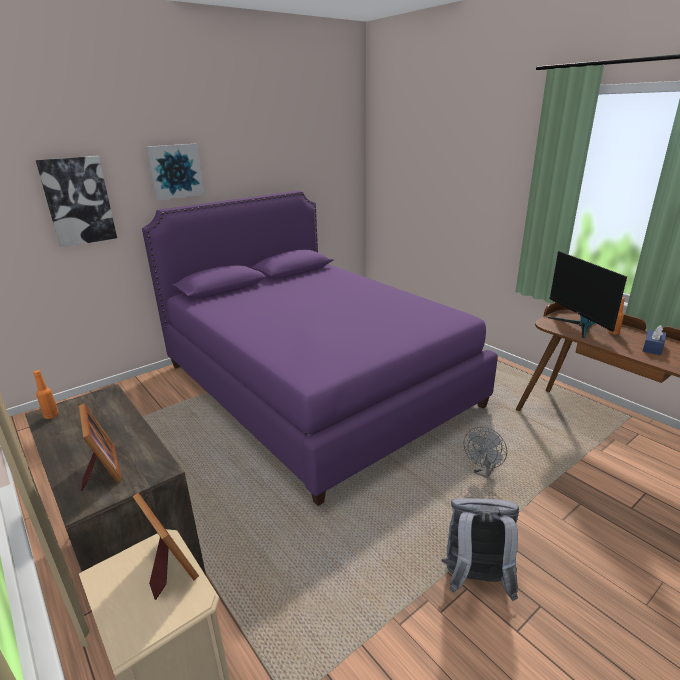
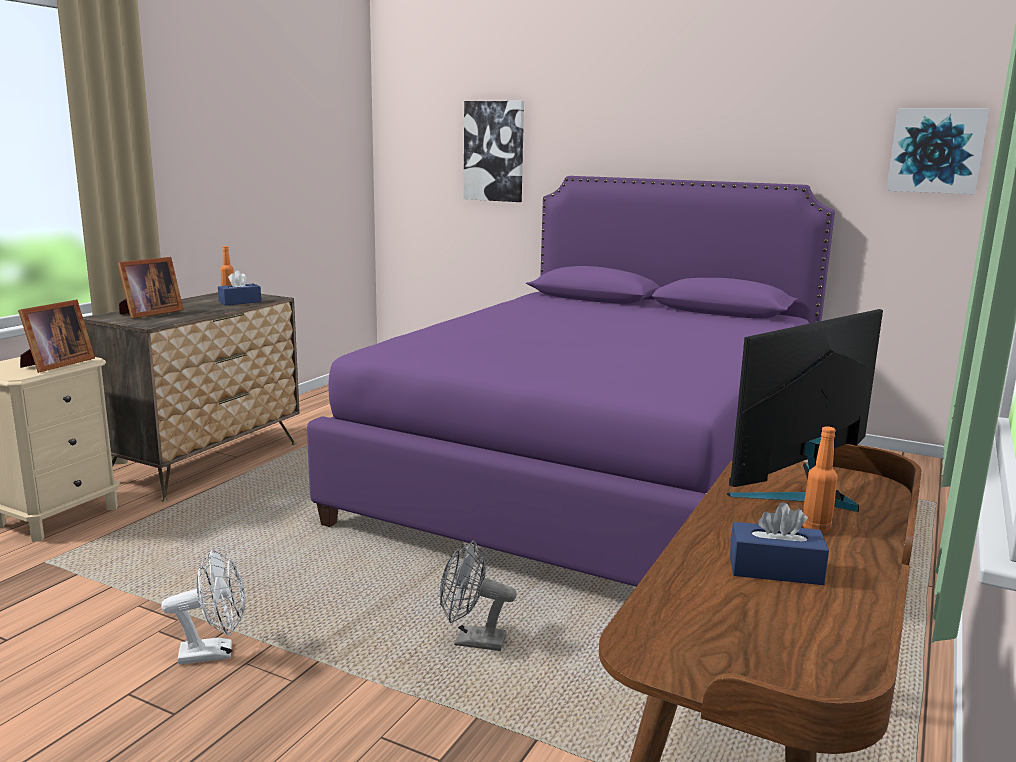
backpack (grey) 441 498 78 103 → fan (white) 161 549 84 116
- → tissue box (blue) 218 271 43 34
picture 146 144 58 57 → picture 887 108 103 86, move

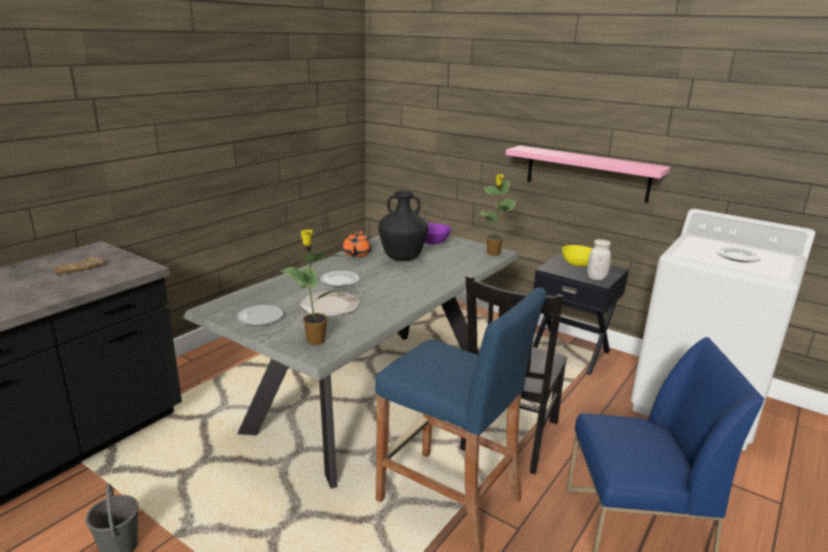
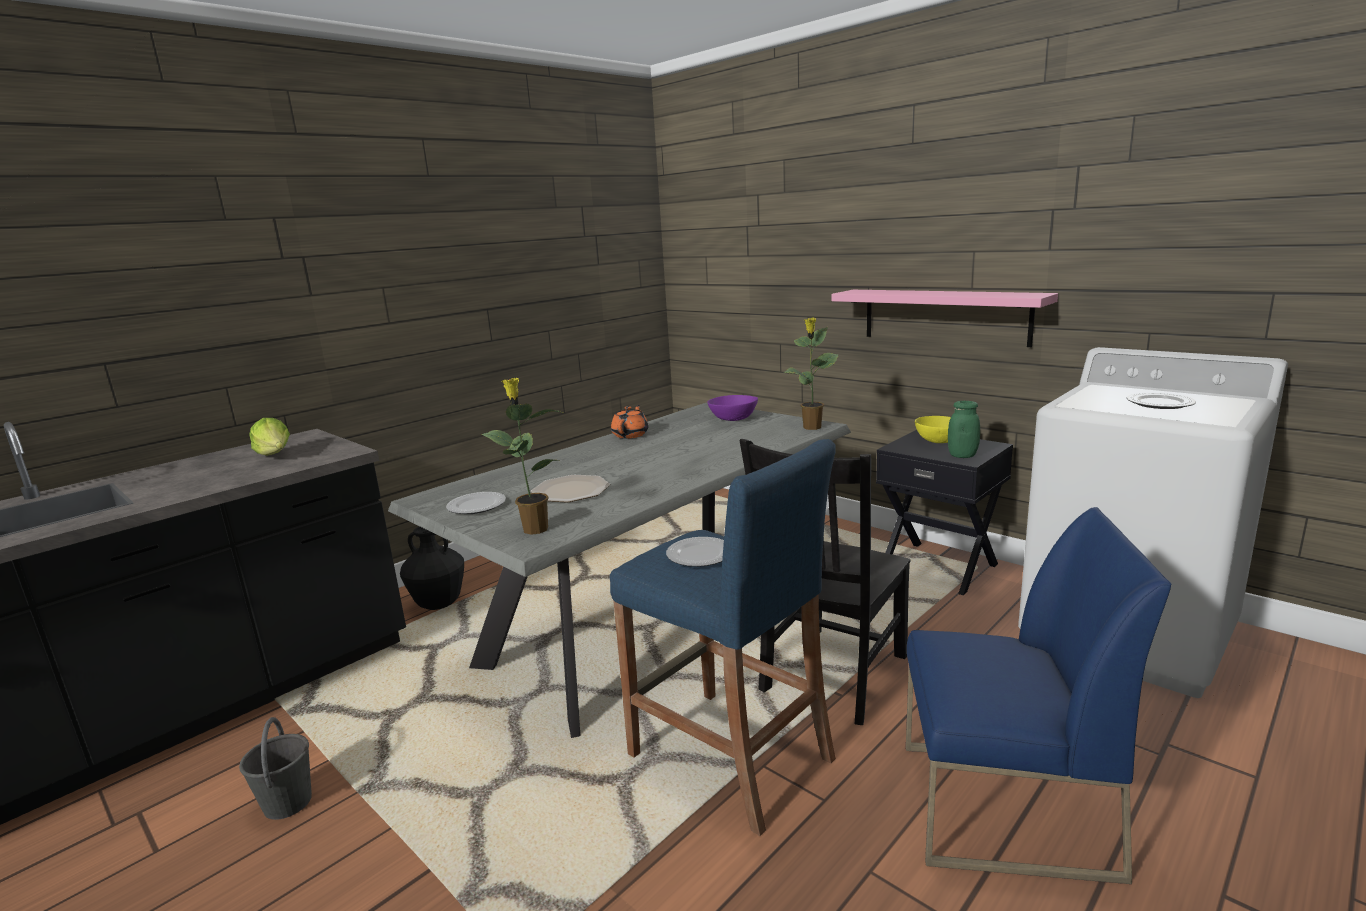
bread 53 257 52 17 → lettuce 249 418 41 38
vase (black) 378 191 50 70 → vase (black) 400 526 64 84, move
plate 320 271 39 16 → plate 666 537 58 30, move
jar (white) 587 239 24 41 → jar (green) 948 401 32 57

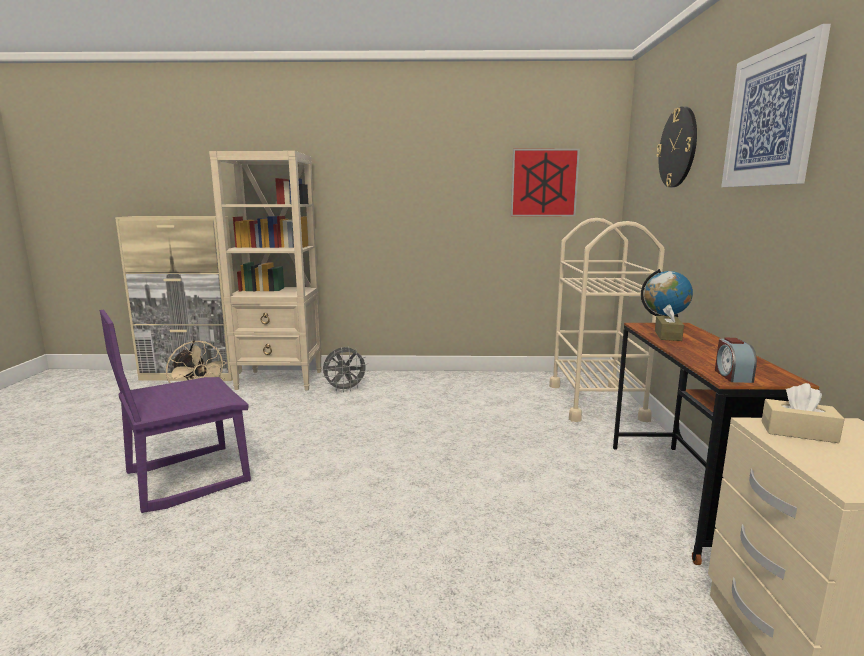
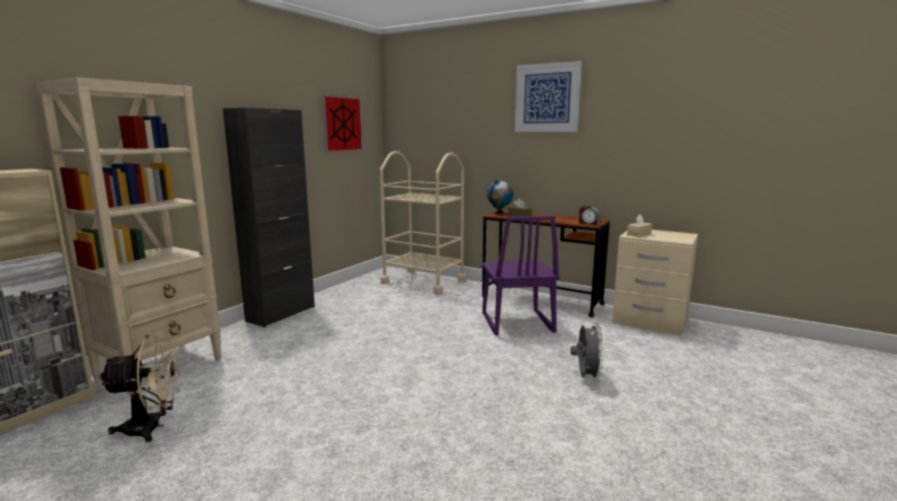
- → cabinet (black) 223 108 92 219
chair (purple) 100 310 151 203 → chair (purple) 482 216 78 120, move
fan (grey) 322 347 47 46 → fan (grey) 571 322 33 59, move
wall clock 656 106 41 81 → -

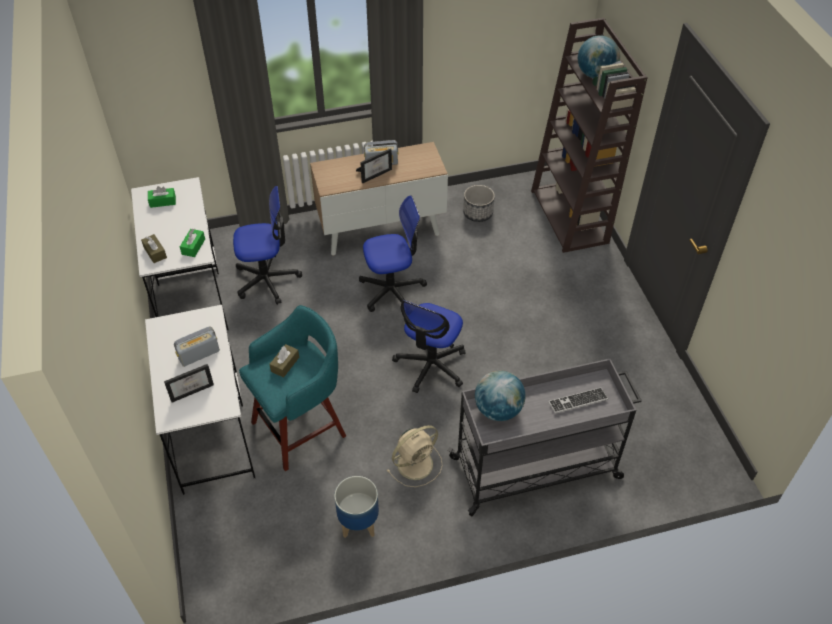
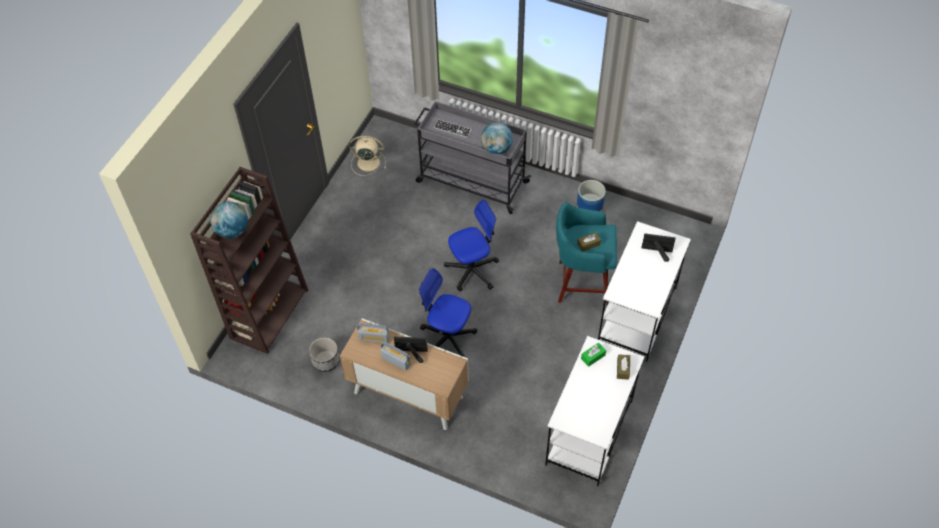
fan (beige) 387 425 56 62 → fan (beige) 349 136 37 40, move
radio 174 327 46 40 → radio 357 323 33 20, move
tissue box (green) 148 186 28 22 → -
office chair 233 186 69 119 → -

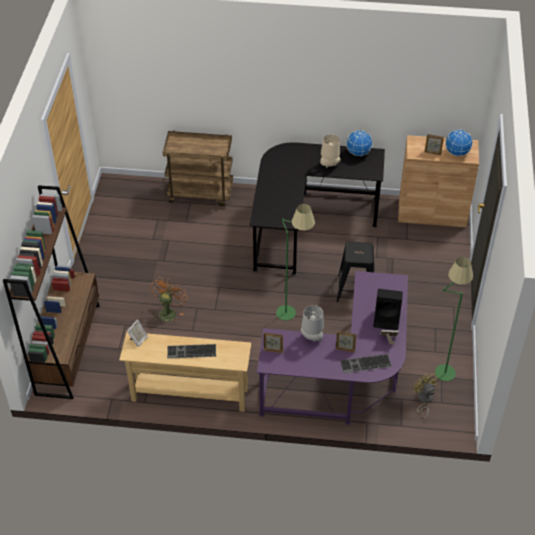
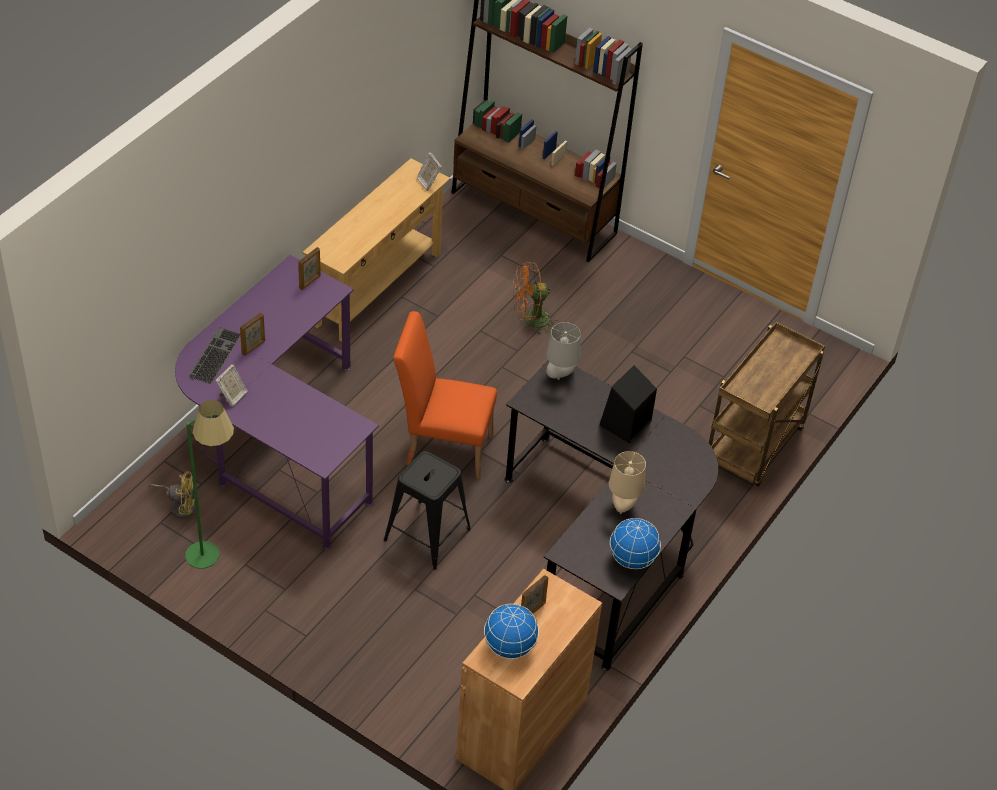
floor lamp (green) 276 204 39 116 → chair (orange) 393 311 104 169
fan (orange) 150 278 38 46 → fan (orange) 512 262 46 72, 120 degrees clockwise
table lamp (grey) 301 305 23 37 → table lamp (grey) 546 322 35 58, move
speaker (black) 373 289 30 41 → speaker (black) 599 365 58 78, move
keyboard 167 344 49 15 → -

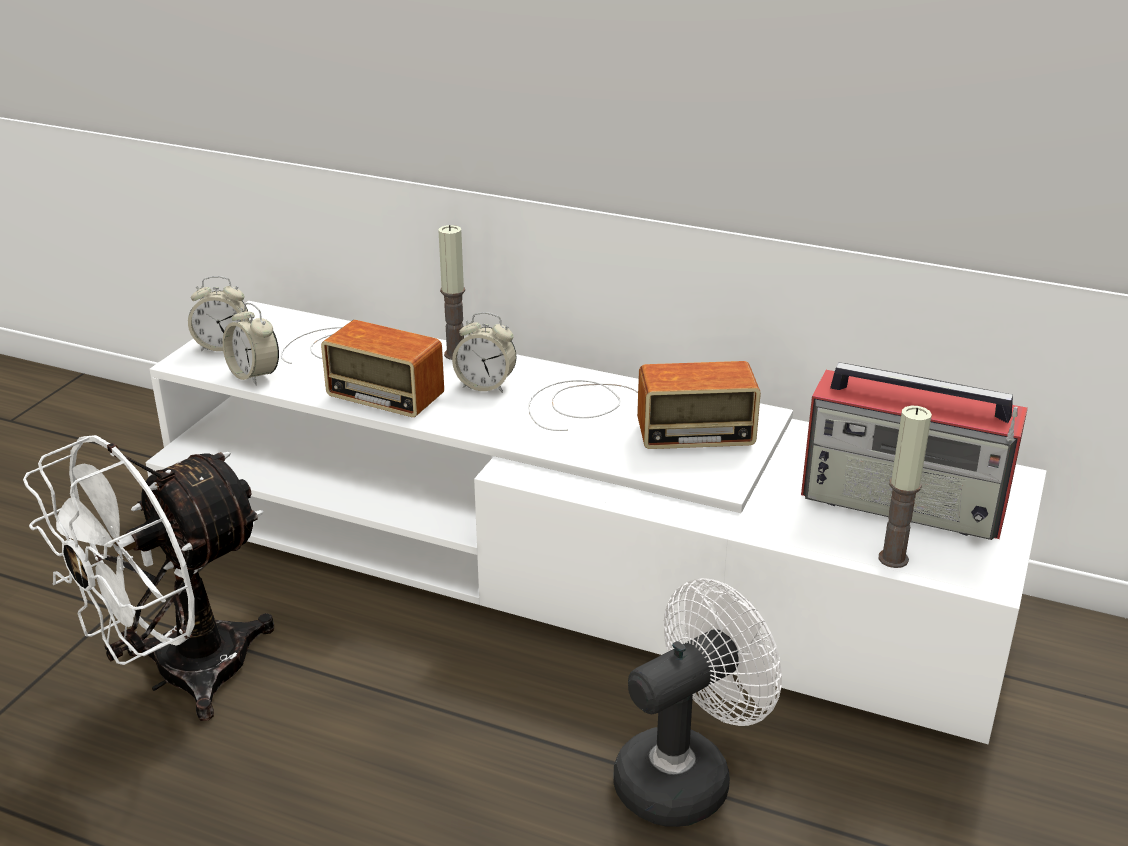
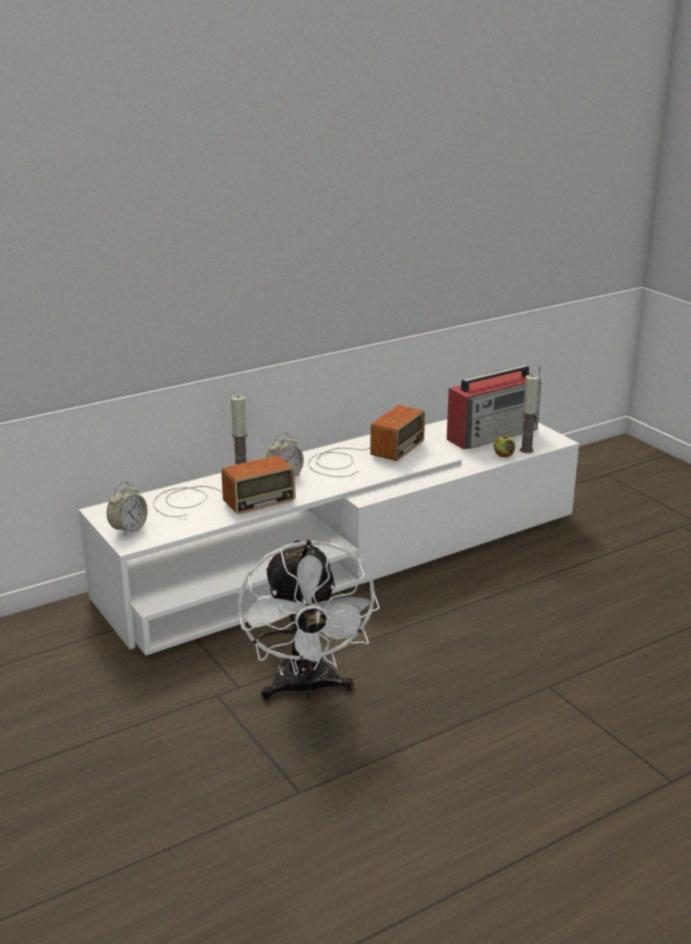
- → apple 494 433 21 24
alarm clock 223 303 56 82 → -
fan (white) 614 578 168 249 → -

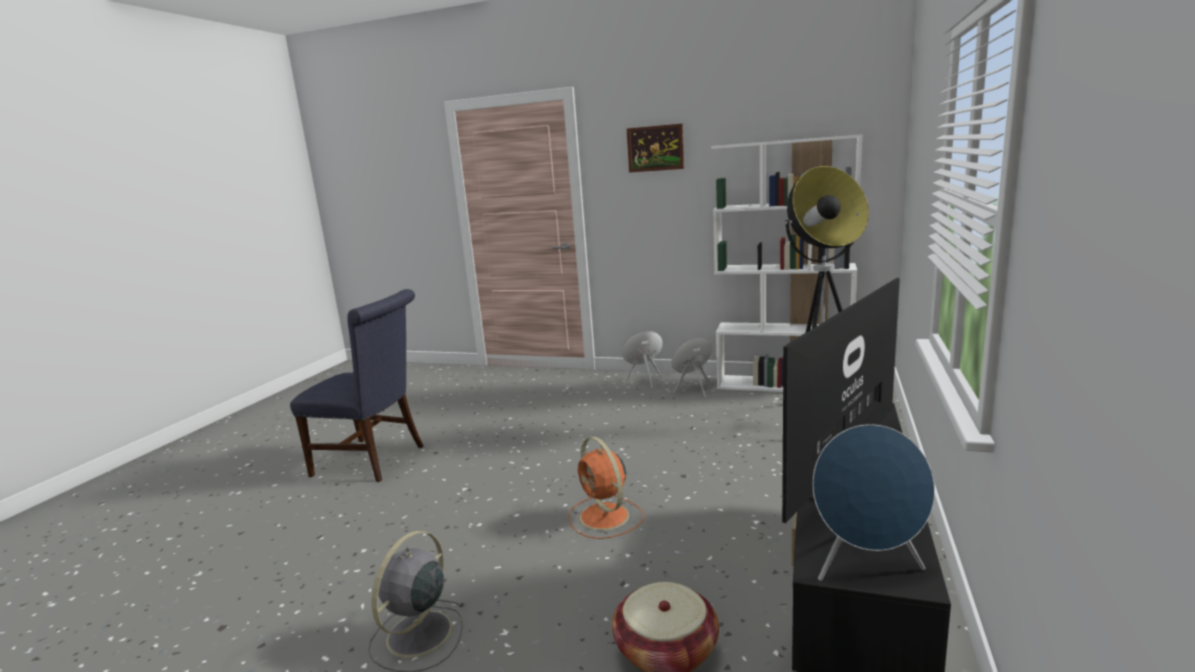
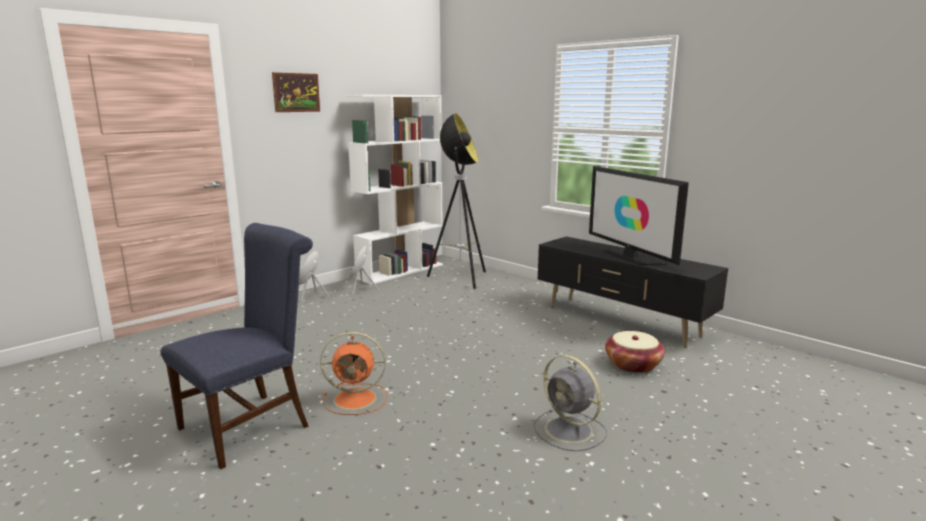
fan (orange) 568 437 76 102 → fan (orange) 320 332 67 83, move
speaker (blue) 813 424 122 157 → -

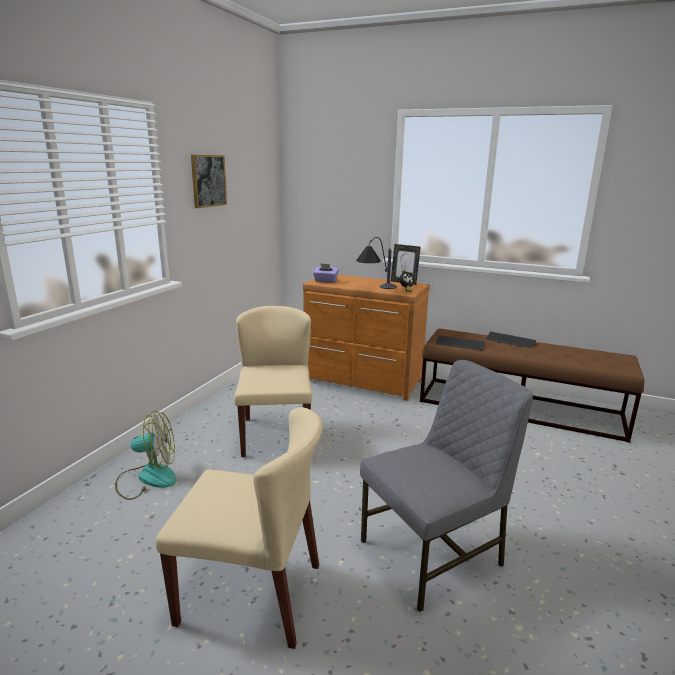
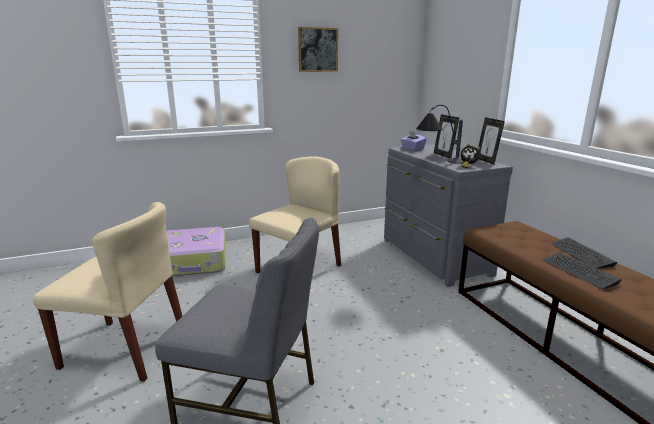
chair (beige) 156 407 166 242 → chair (beige) 33 202 149 180, 45 degrees counterclockwise
fan 115 411 62 89 → suitcase 166 227 60 49
dresser (brown) 303 274 127 127 → dresser (grey) 384 145 129 142
- → picture frame 434 114 25 45
keyboard 436 335 49 16 → keyboard 543 252 79 37, move

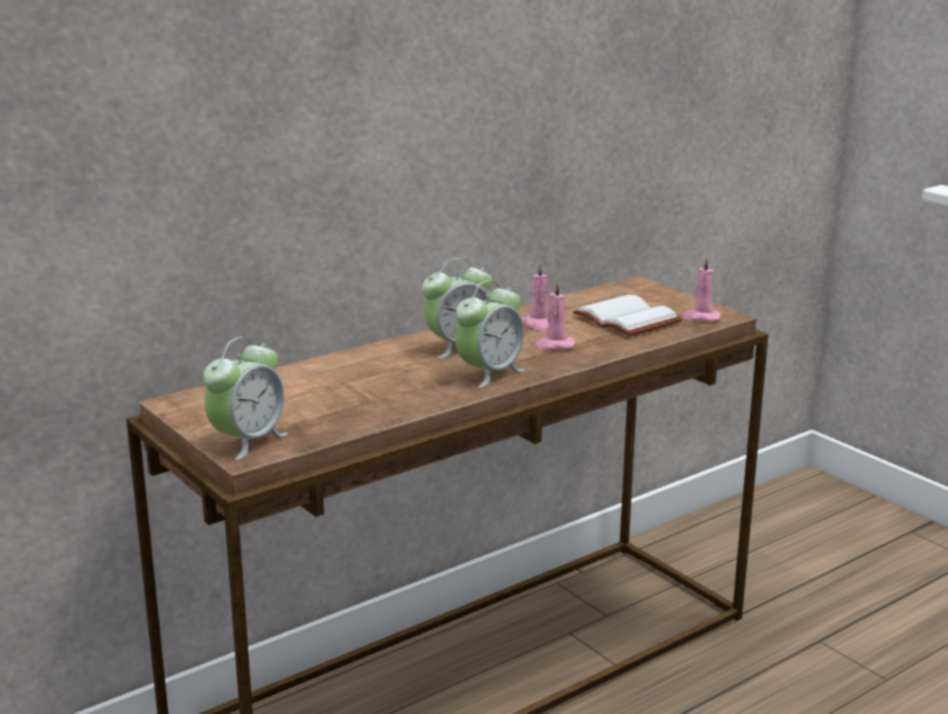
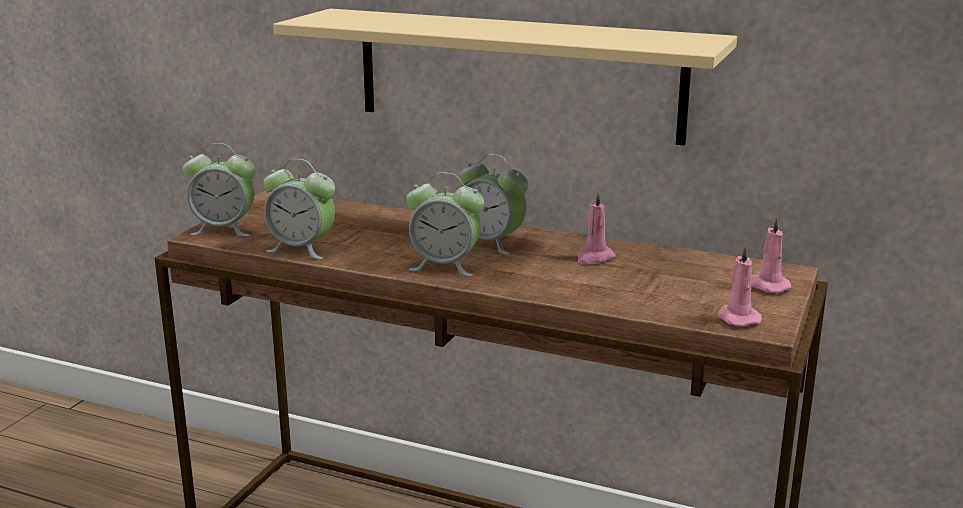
- → alarm clock 263 159 72 100
- → shelf (beige) 274 9 463 137
candle (pink) 533 281 42 69 → candle (pink) 751 216 40 77, move
book (white) 573 295 109 41 → -

